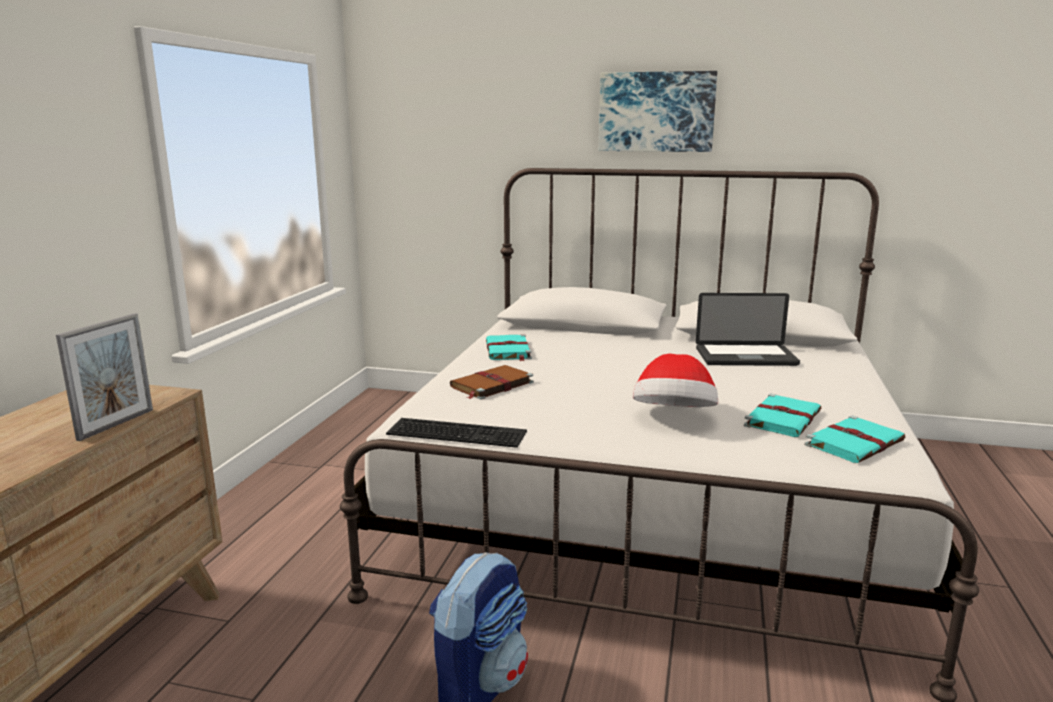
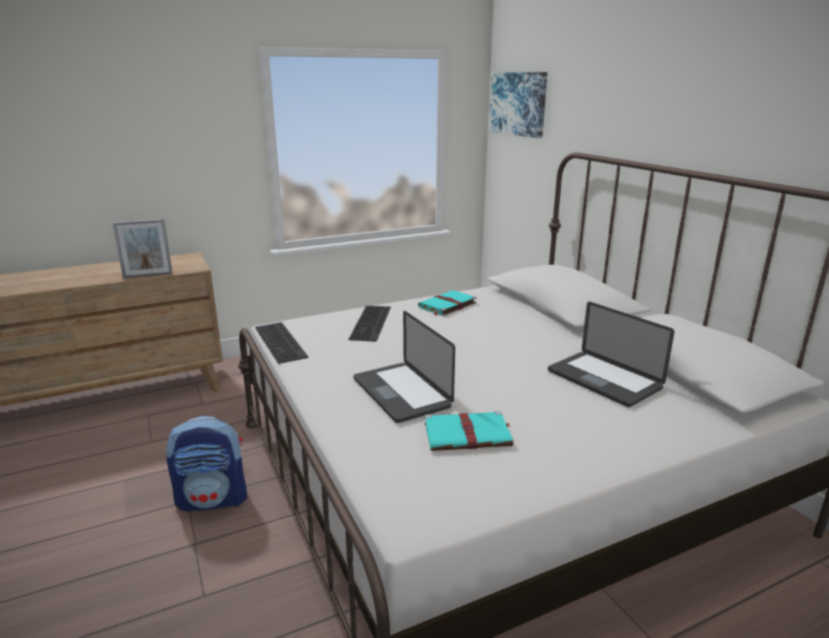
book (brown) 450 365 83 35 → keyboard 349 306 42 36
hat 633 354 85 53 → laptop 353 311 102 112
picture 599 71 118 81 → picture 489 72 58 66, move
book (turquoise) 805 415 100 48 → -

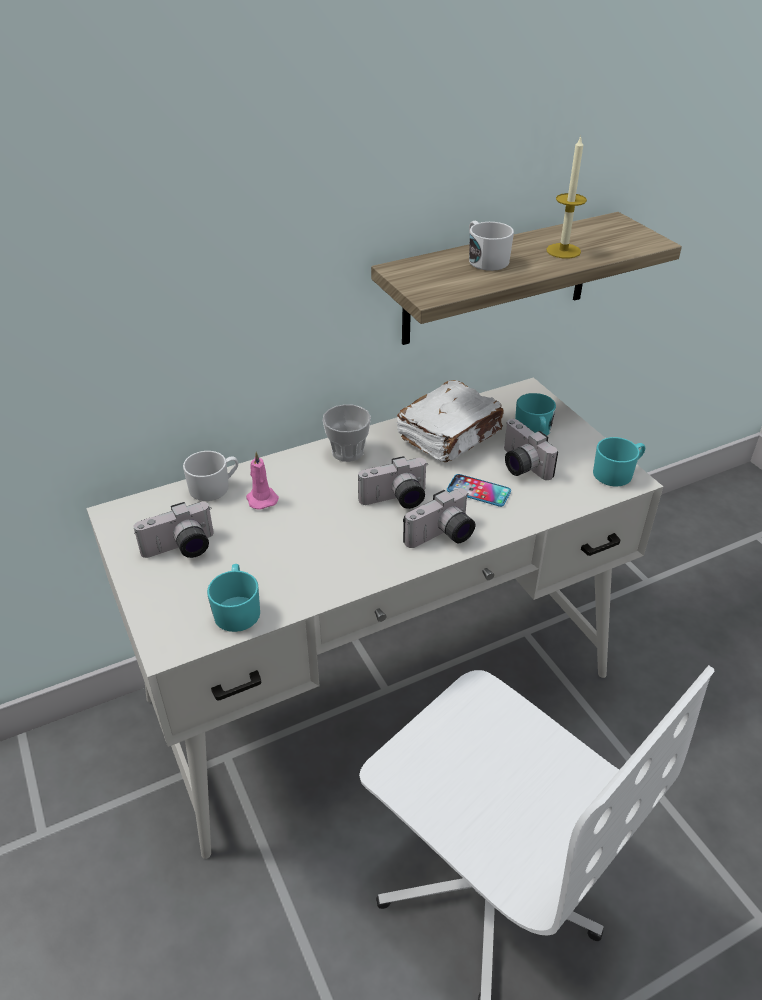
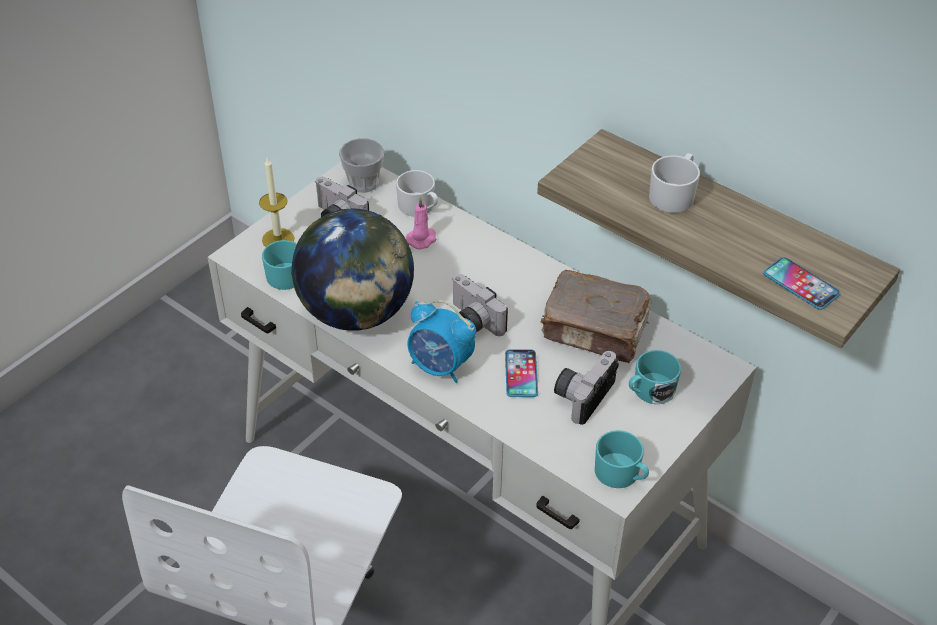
candle 546 135 41 124 → candle 259 157 36 90, move
- → globe 291 208 123 123
cup 323 404 48 58 → cup 339 138 45 55, move
photo camera 403 488 72 60 → alarm clock 408 300 68 83
book (white) 397 380 107 82 → book (brown) 540 270 112 93
- → phone 763 257 77 53

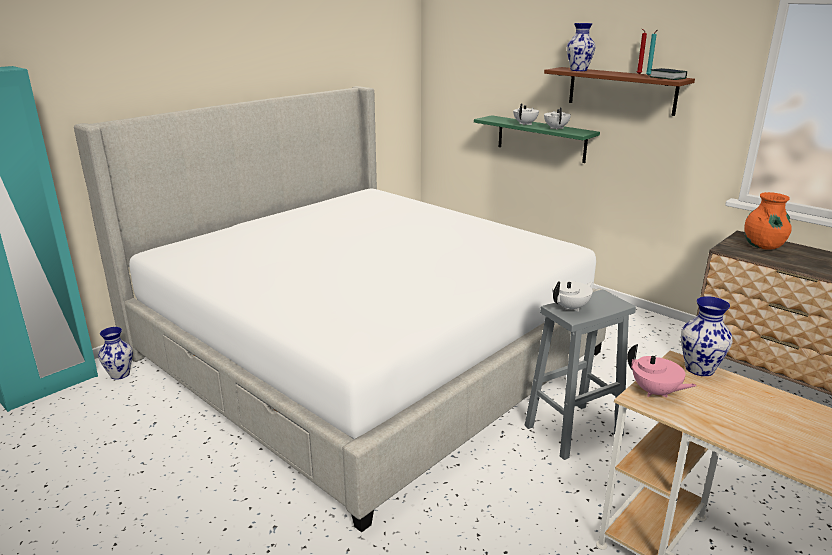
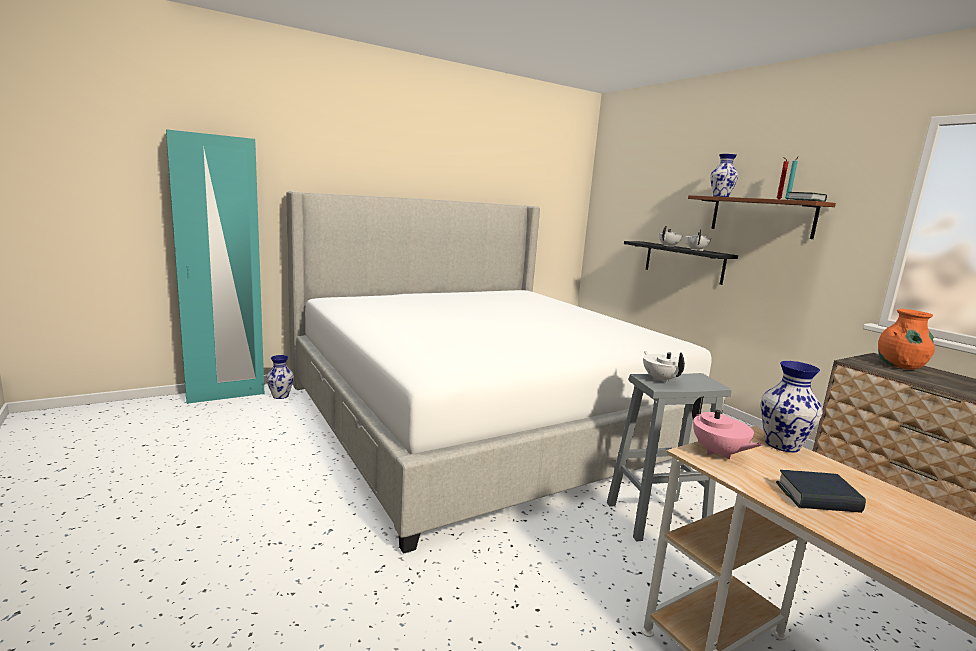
shelf (green) 474 115 126 48 → shelf (black) 624 241 114 44
teapot (white) 552 281 41 31 → teapot (white) 643 351 42 32, 90 degrees counterclockwise
- → book 776 470 90 43

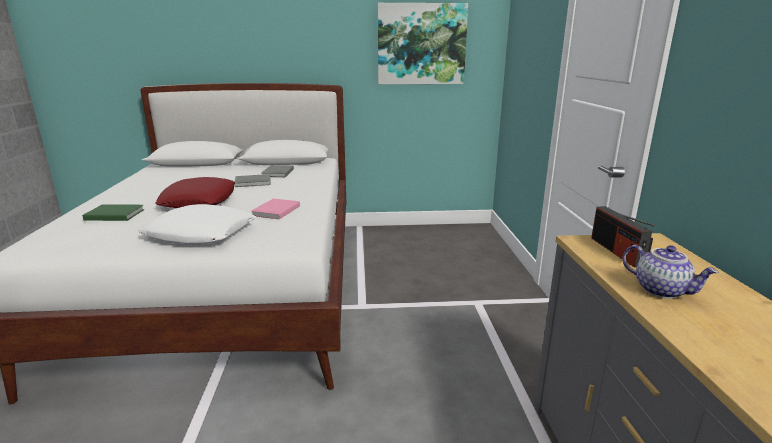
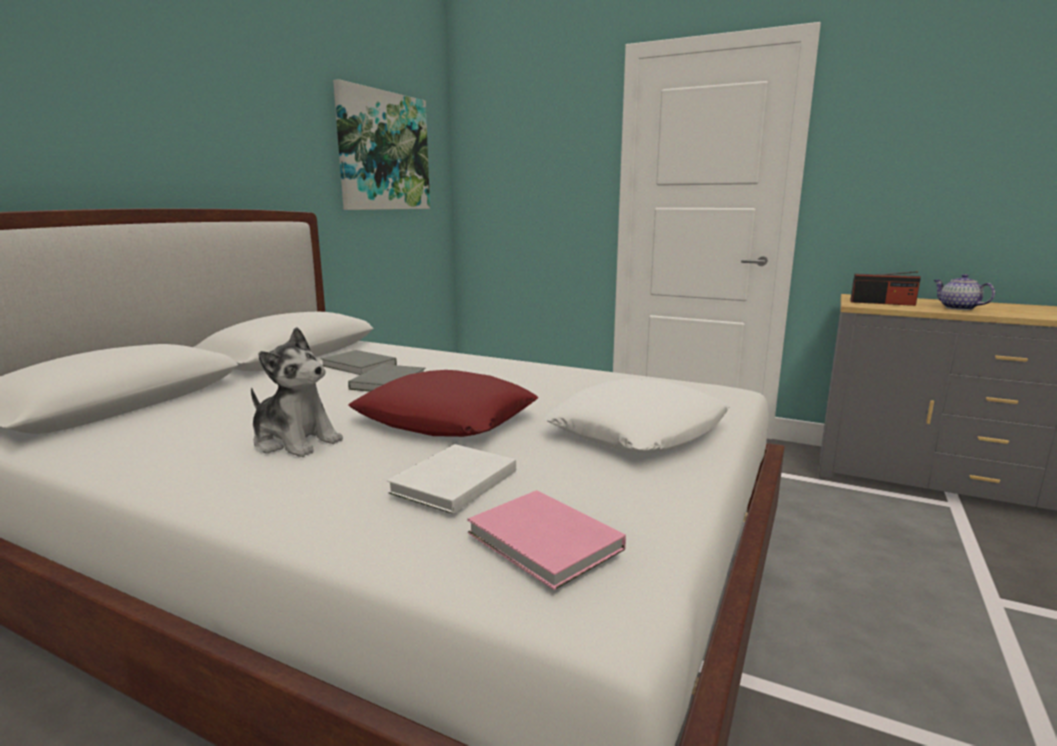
- → plush toy 251 327 92 130
book (green) 82 204 62 17 → book (white) 387 444 129 70
book (pink) 251 198 49 21 → book (pink) 467 490 159 100, move
teapot 622 245 97 54 → teapot 934 274 61 36, 105 degrees counterclockwise

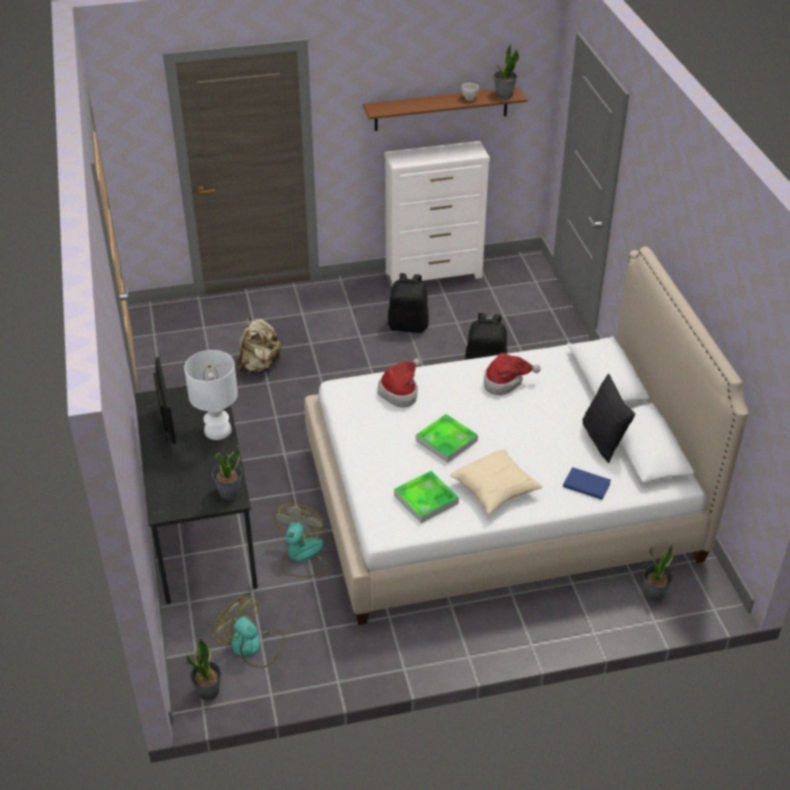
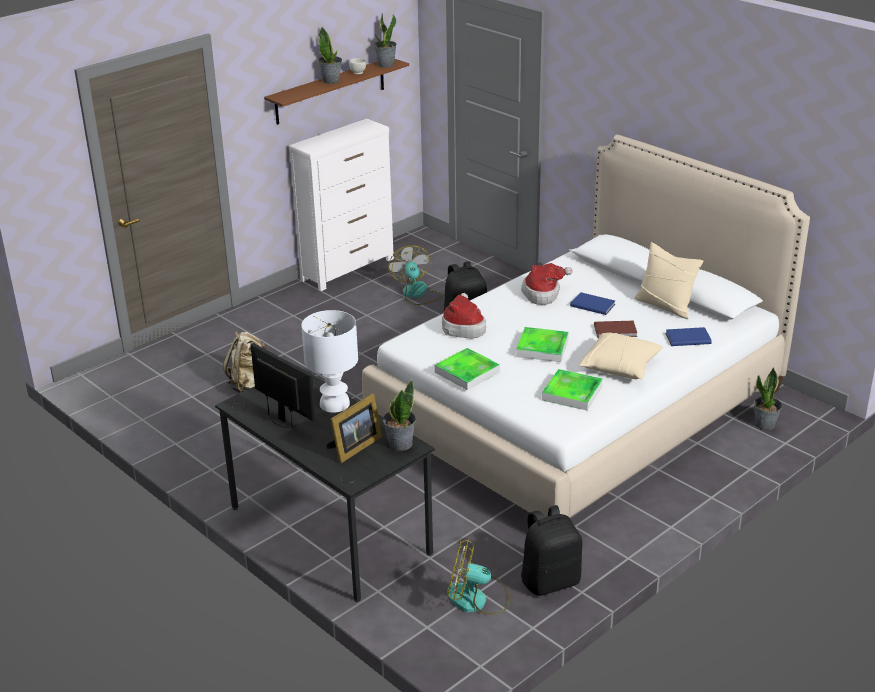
potted plant 187 638 34 62 → potted plant 318 27 24 57, move
- → picture frame 327 393 55 70
fan 273 504 56 73 → fan 388 245 56 60, move
- → tray 435 348 65 42
backpack (black) 388 273 41 60 → backpack (black) 521 505 61 91, move
- → book (blue) 570 292 45 23
- → book (brown) 594 321 43 17
pillow (black) 582 373 53 90 → pillow (beige) 635 242 68 77

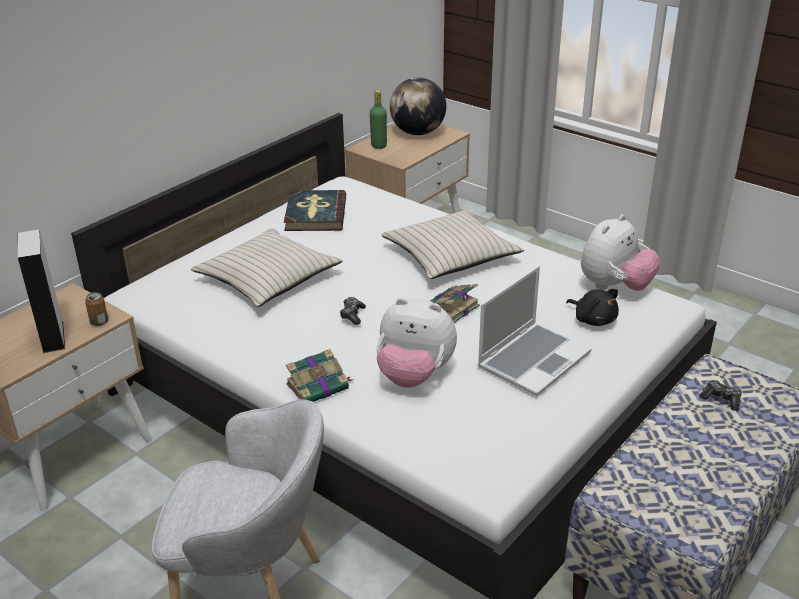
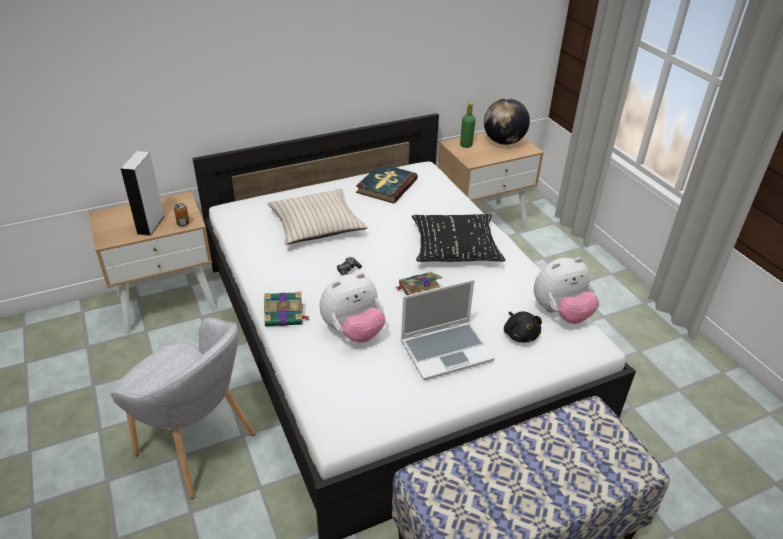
plush toy 376 298 81 90 → plush toy 319 273 66 70, 75 degrees counterclockwise
pillow (beige) 381 209 143 70 → pillow (black) 412 214 93 48
game controller 700 380 42 31 → -

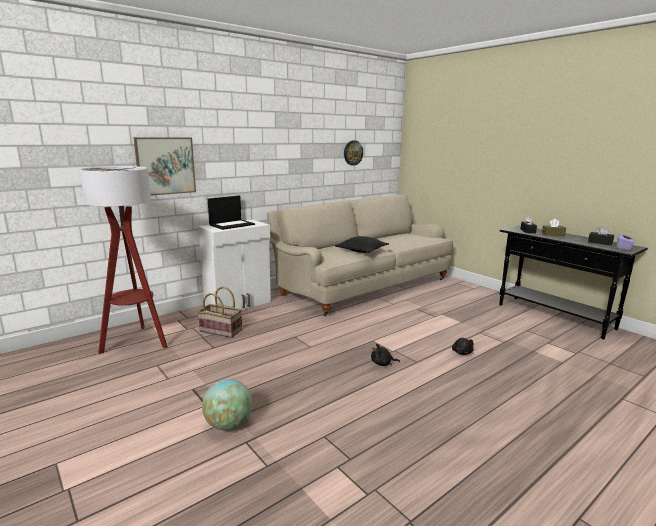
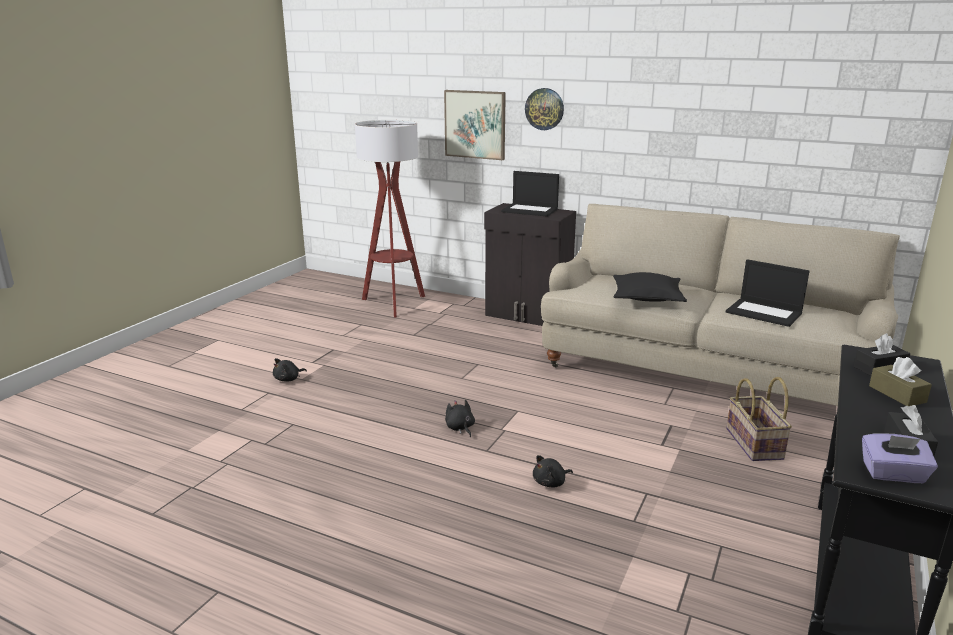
globe 202 379 50 52 → plush toy (black) 273 358 34 24
cabinet (white) 198 219 73 91 → cabinet (black) 484 203 92 123
wall clock 344 140 19 26 → wall clock 525 88 39 42, move
- → laptop 726 259 84 68
basket 197 286 45 52 → basket 727 377 65 84, move

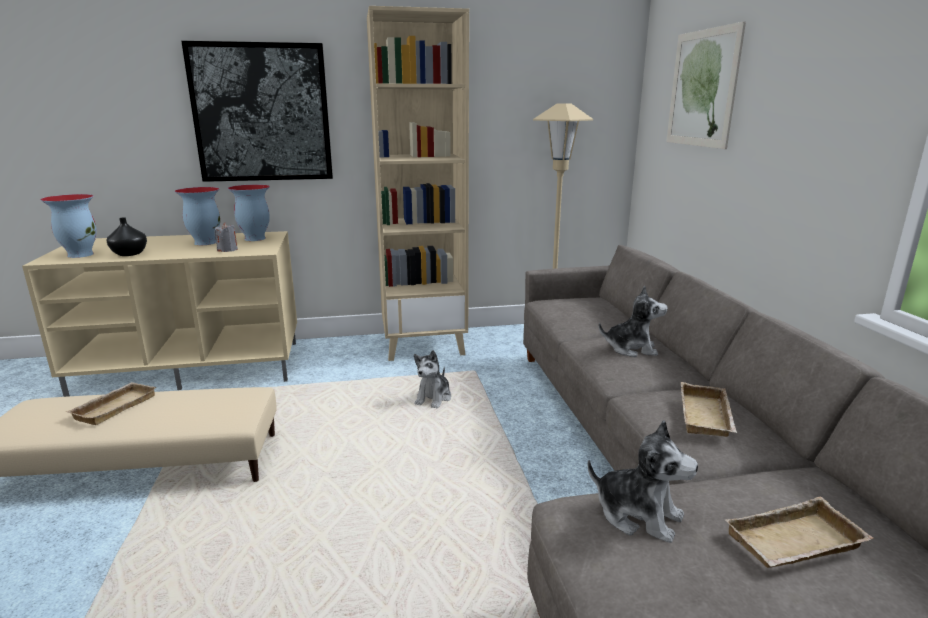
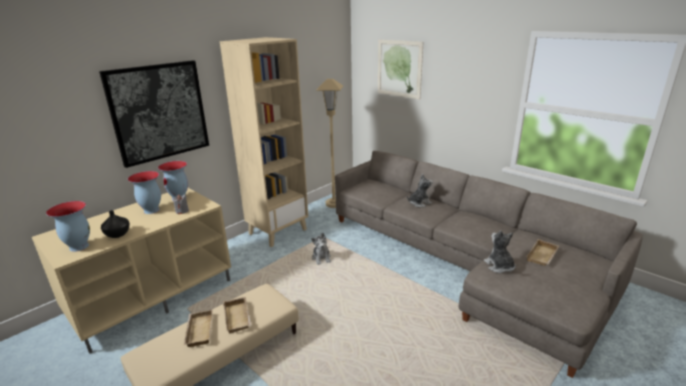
tray (beige) 681 382 56 55 → tray (beige) 223 297 28 37, move
plush toy 587 420 111 123 → plush toy 484 230 32 43, 105 degrees counterclockwise

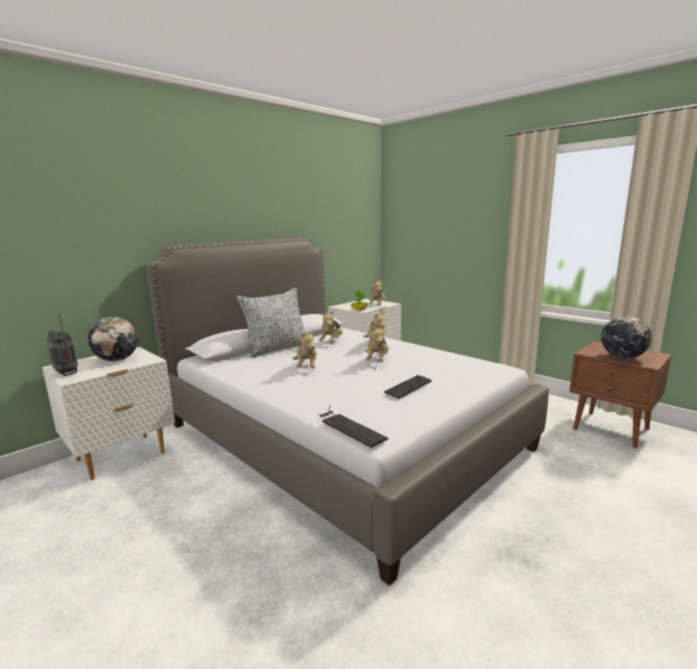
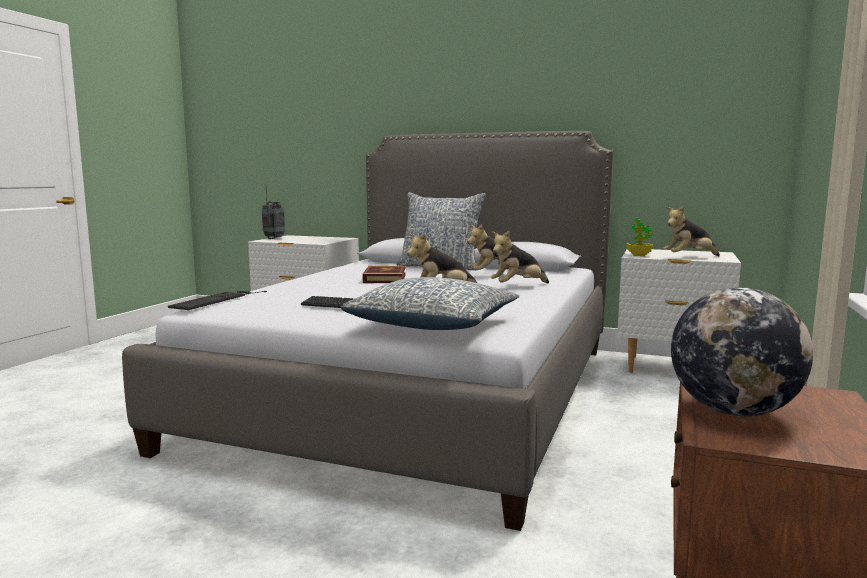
- → pillow 341 277 179 53
plush toy 293 330 24 38 → book 363 266 43 17
globe 88 317 50 44 → -

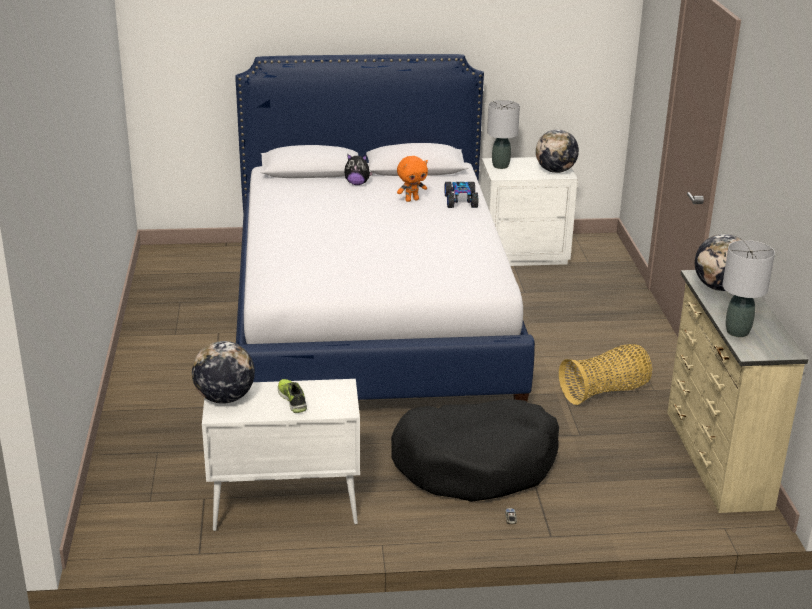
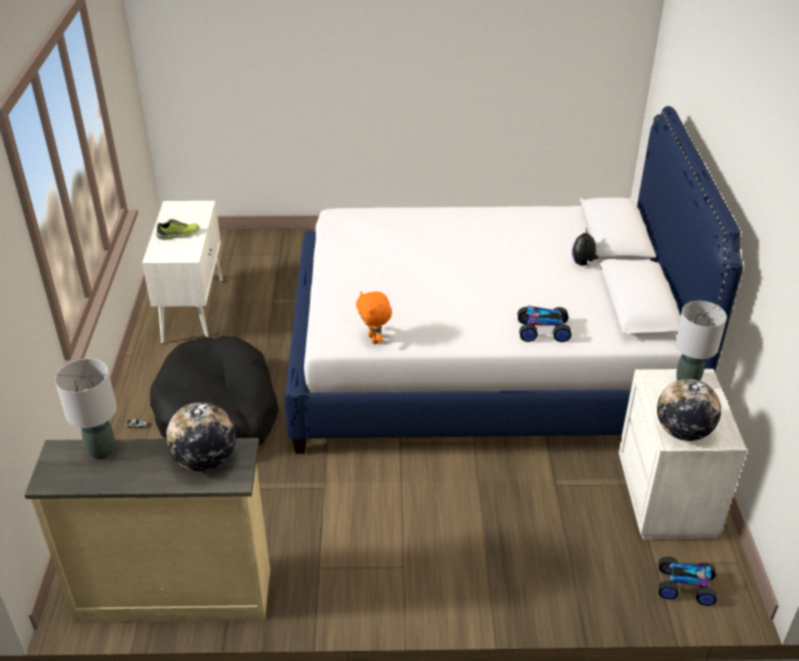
plush toy (orange) 397 156 31 46 → plush toy (orange) 356 291 36 53, move
- → toy car 658 556 59 50
globe 192 341 63 63 → -
basket 559 344 93 61 → -

